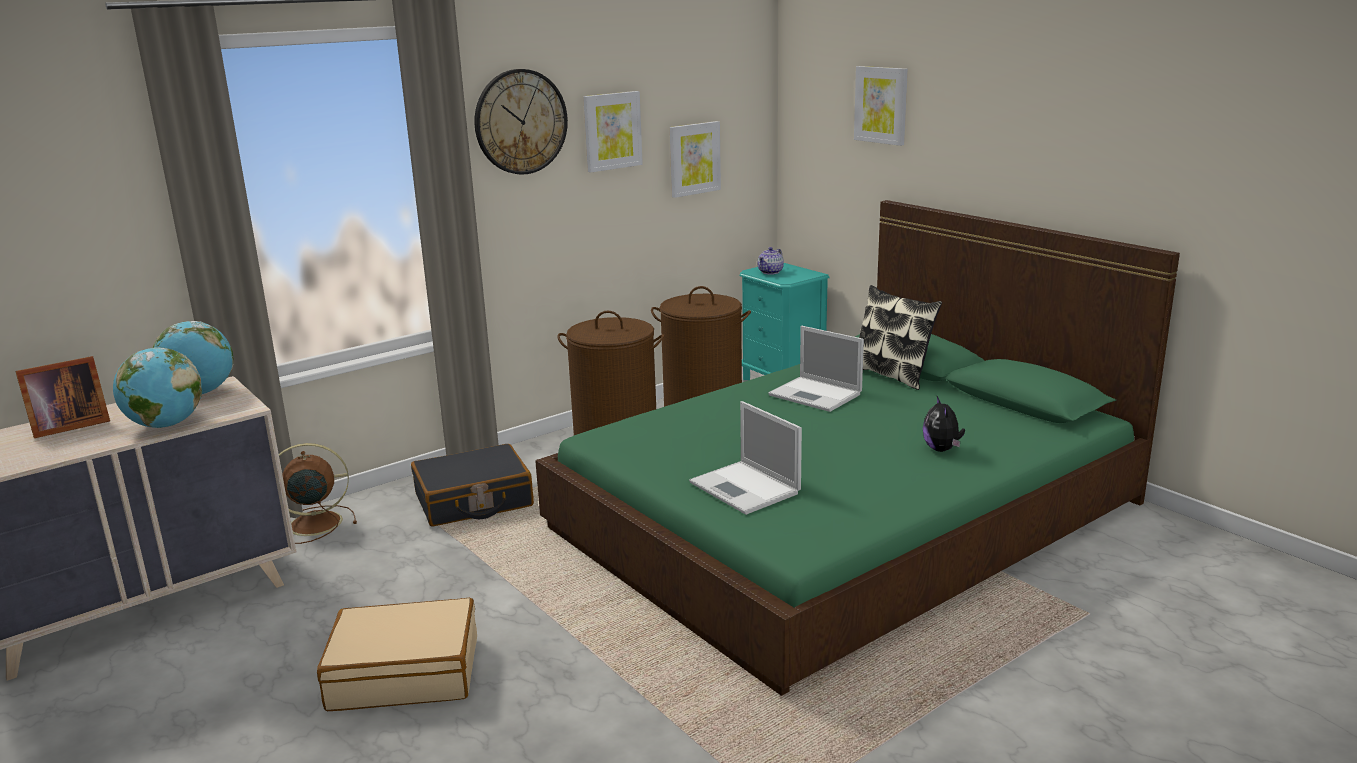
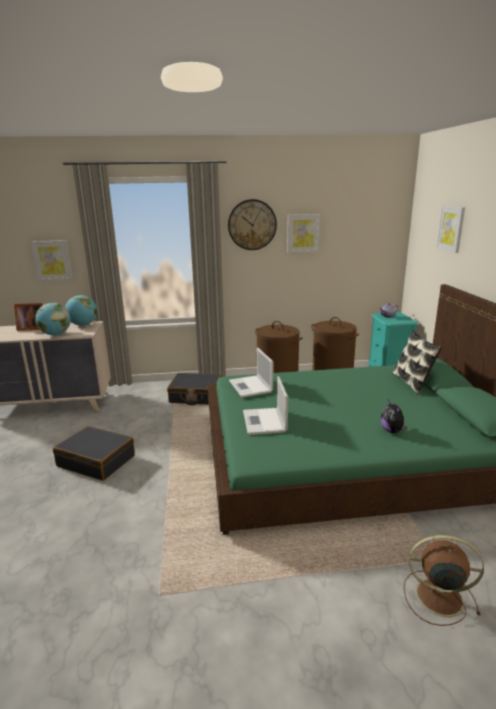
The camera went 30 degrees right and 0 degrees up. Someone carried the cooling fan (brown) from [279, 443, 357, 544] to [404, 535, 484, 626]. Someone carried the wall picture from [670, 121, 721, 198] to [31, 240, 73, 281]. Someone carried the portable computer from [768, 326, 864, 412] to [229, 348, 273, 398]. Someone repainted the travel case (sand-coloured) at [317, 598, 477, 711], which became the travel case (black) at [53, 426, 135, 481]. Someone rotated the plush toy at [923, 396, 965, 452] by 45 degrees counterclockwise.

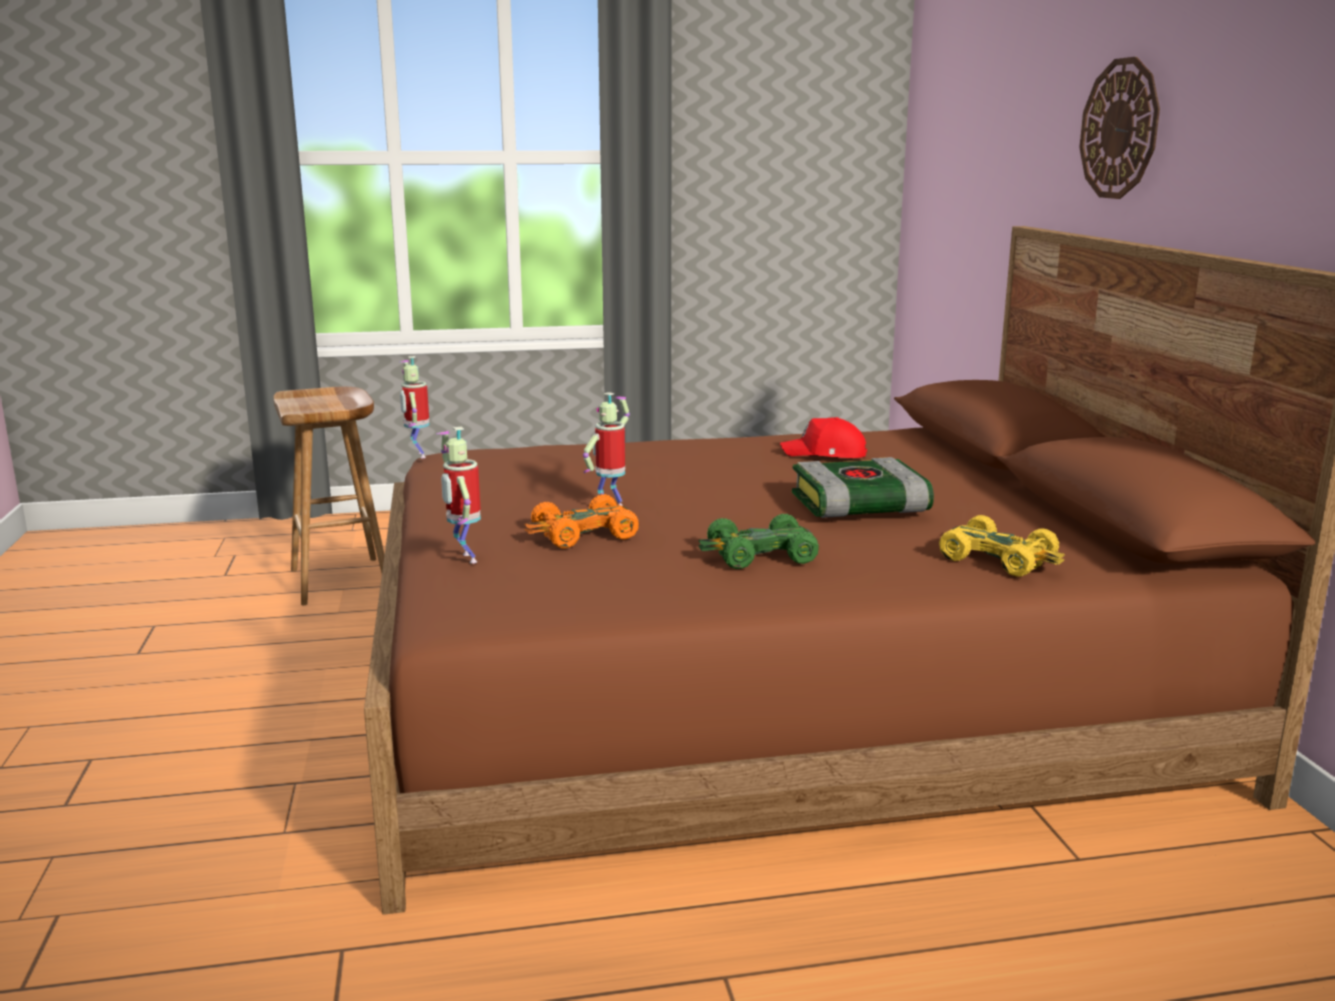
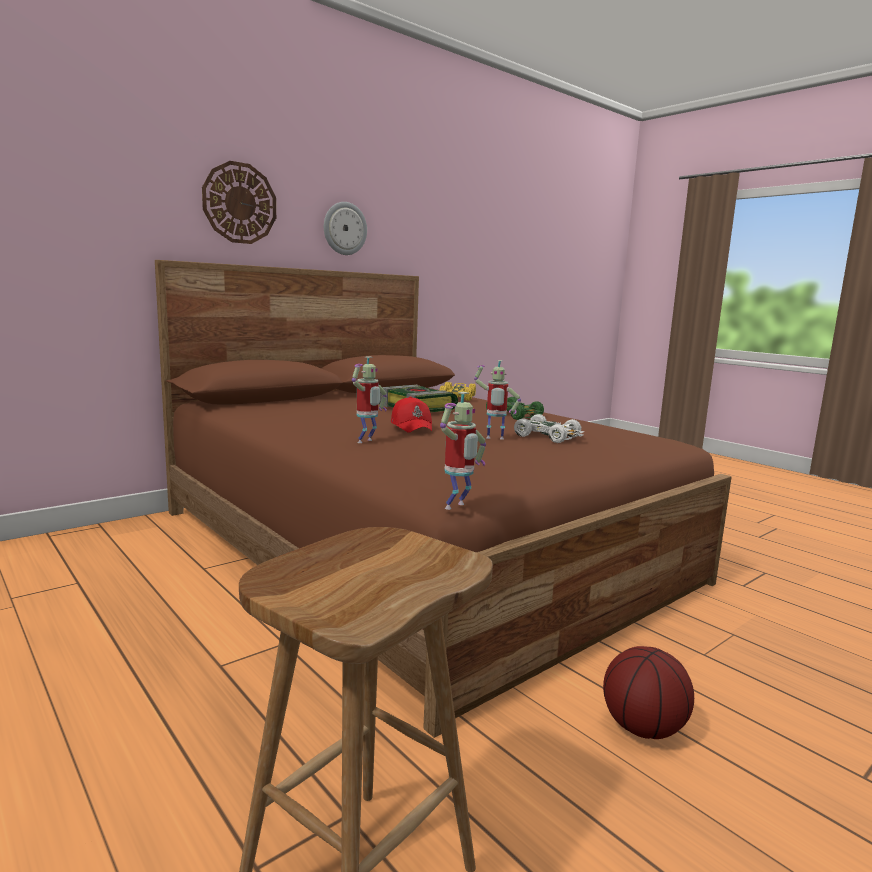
The camera went 120 degrees left and 5 degrees down. Someone put up the hanging clock at [324, 202, 367, 255]. Someone put down the basketball at [603, 646, 694, 739]. Someone carried the toy robot from [436, 427, 481, 564] to [352, 356, 387, 443]. Someone carried the peaked cap (red-coloured) from [780, 417, 867, 458] to [391, 397, 432, 432]. Someone repainted the toy car (orange-coloured) at [525, 494, 639, 548], which became the toy car (white-coloured) at [514, 414, 584, 443].

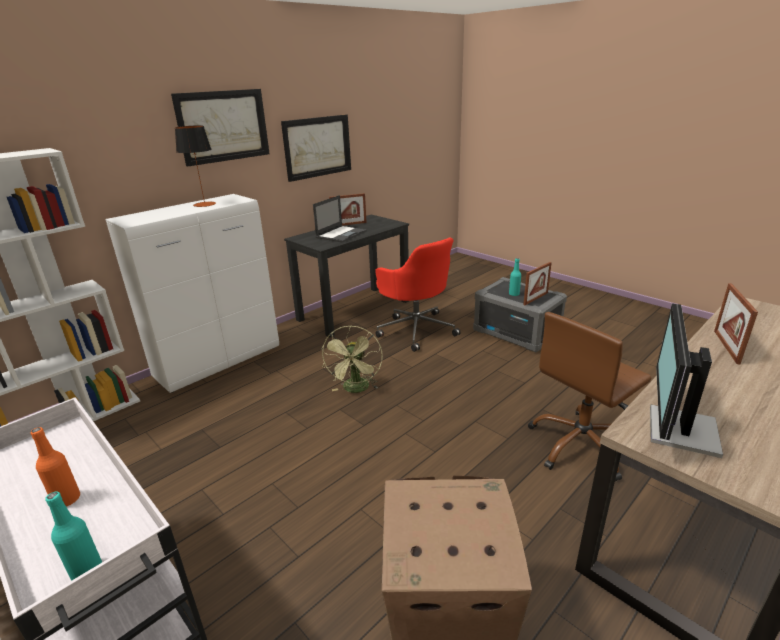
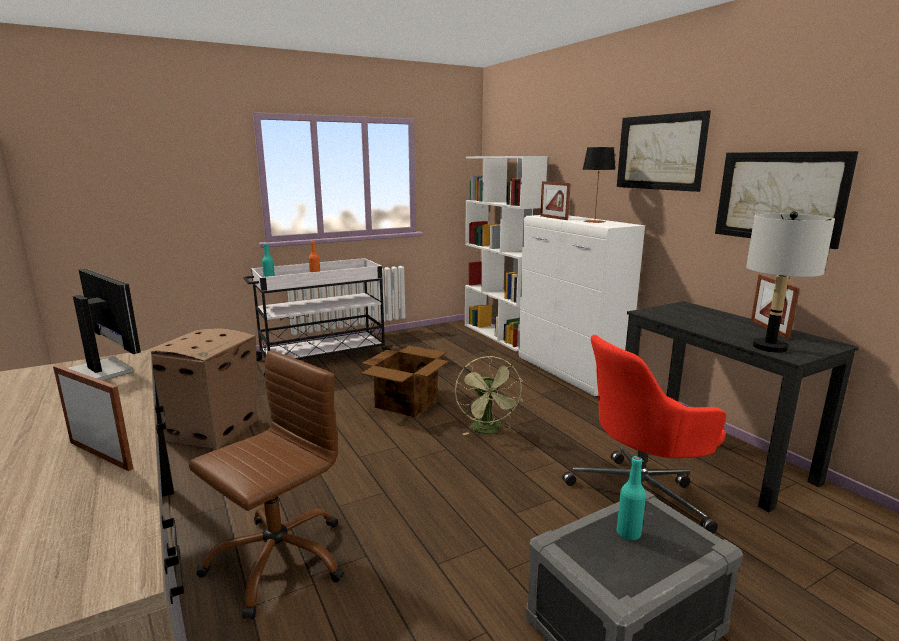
The camera went 105 degrees right and 10 degrees down. Someone took away the portable computer at [313, 195, 367, 243]. Someone put down the packing box at [361, 346, 449, 417]. Someone put down the tabletop lamp (grey) at [746, 211, 835, 353]. Someone carried the picture frame from [523, 262, 552, 305] to [540, 181, 571, 220]. Someone rotated the cooling fan (green) at [321, 325, 383, 393] by 120 degrees counterclockwise. Someone rotated the computer chair (brown) at [528, 312, 651, 481] by 60 degrees clockwise.

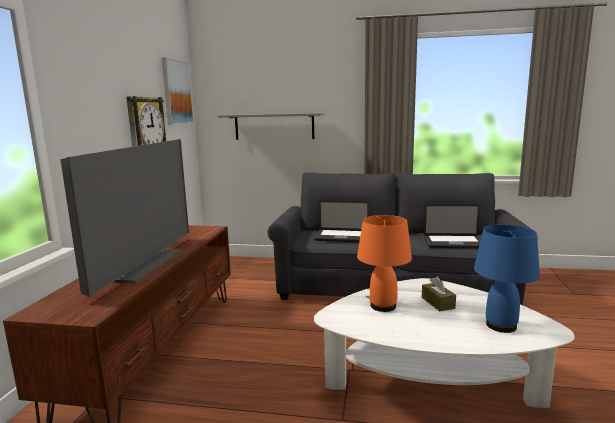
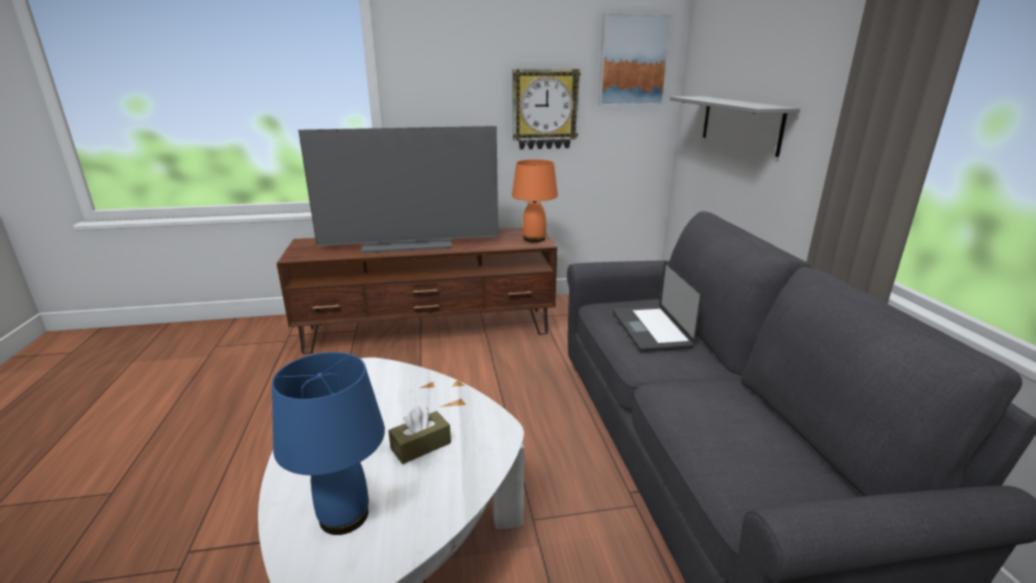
The camera went 70 degrees right and 10 degrees up. Someone took away the portable computer at [424, 205, 481, 248]. Someone carried the tabletop lamp (orange-coloured) from [357, 215, 412, 312] to [512, 159, 558, 243].

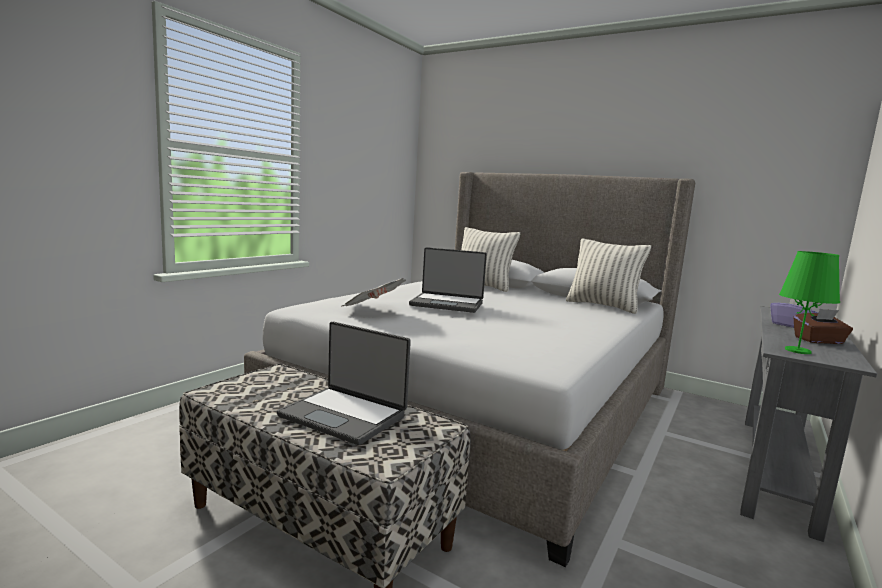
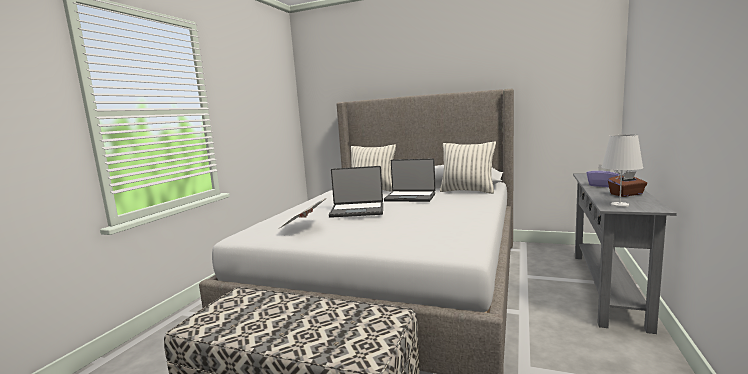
The camera went 10 degrees left and 0 degrees up. Someone carried the portable computer from [277, 321, 411, 445] to [384, 158, 436, 202]. Someone repainted the tabletop lamp (green) at [779, 251, 840, 354], which became the tabletop lamp (white-coloured) at [602, 134, 643, 207].

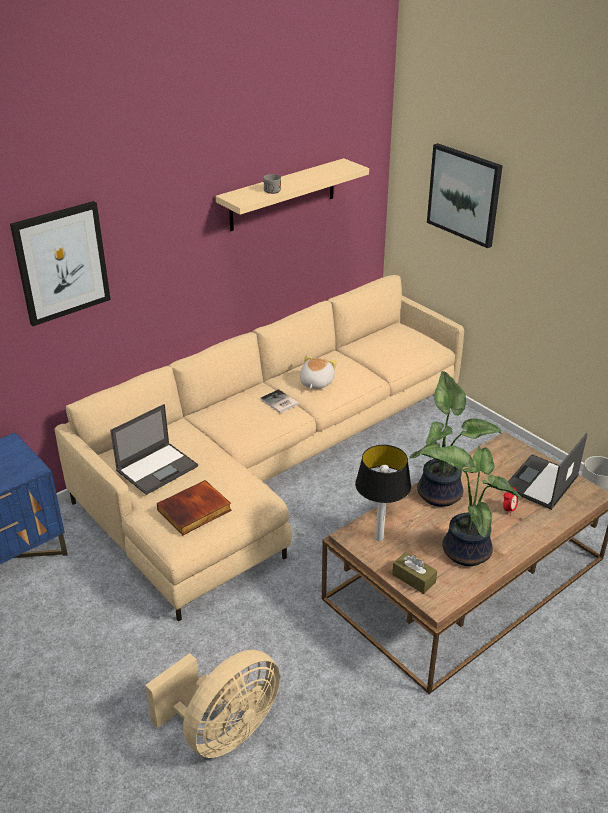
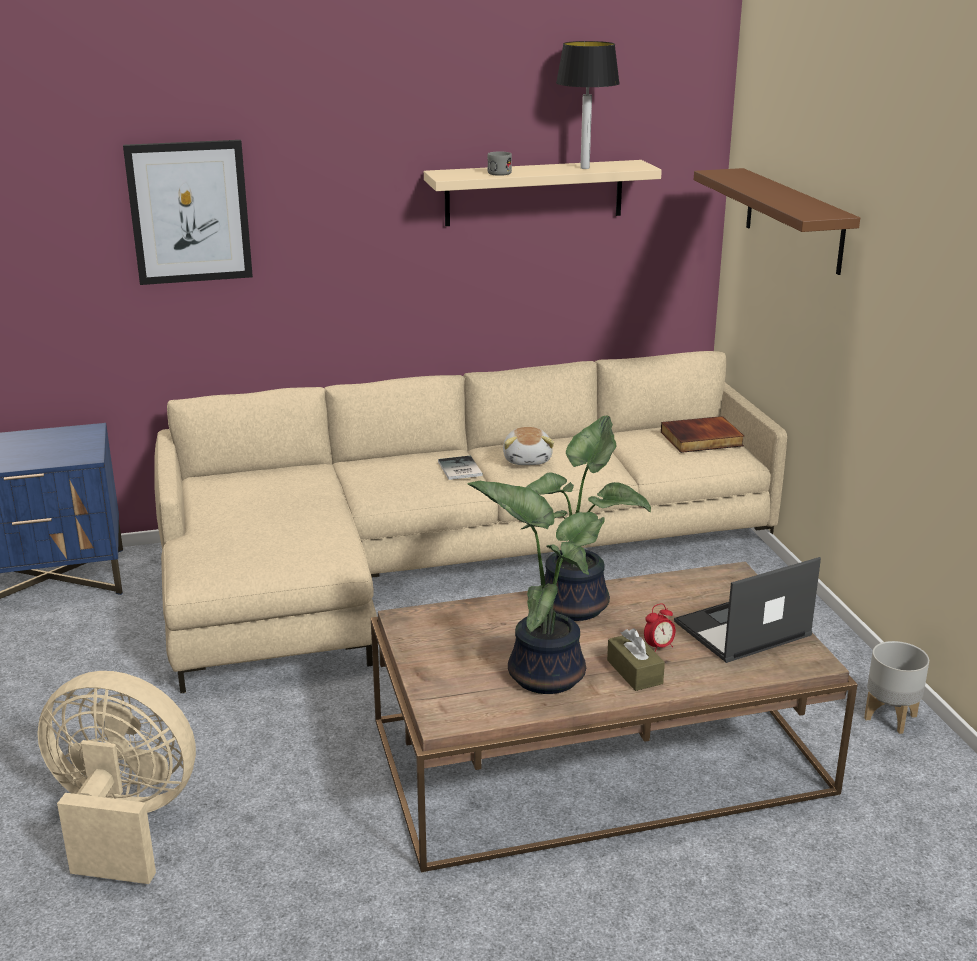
The camera went 25 degrees right and 10 degrees down. Someone took away the portable computer at [110, 404, 198, 495]. Someone carried the book from [157, 480, 232, 536] to [661, 416, 744, 453]. Someone carried the tabletop lamp from [355, 445, 411, 541] to [556, 41, 620, 169]. Someone carried the box of tissues (brown) from [392, 552, 437, 594] to [607, 628, 665, 691]. Someone swapped the wall picture at [427, 143, 503, 248] for the bracket shelf (brown) at [694, 168, 860, 275]. Someone rotated the cooling fan (sand-coloured) at [145, 650, 280, 758] by 150 degrees counterclockwise. Someone rotated the plush toy at [300, 355, 337, 389] by 135 degrees clockwise.

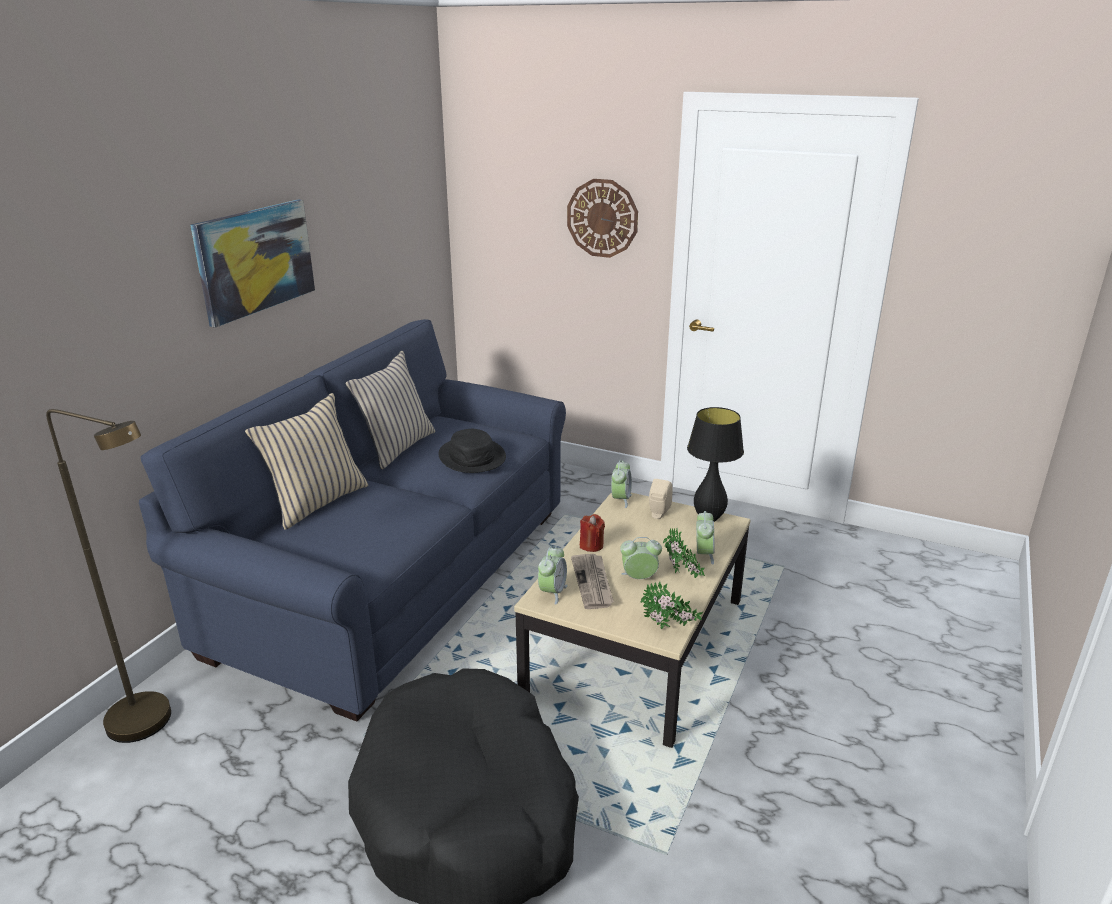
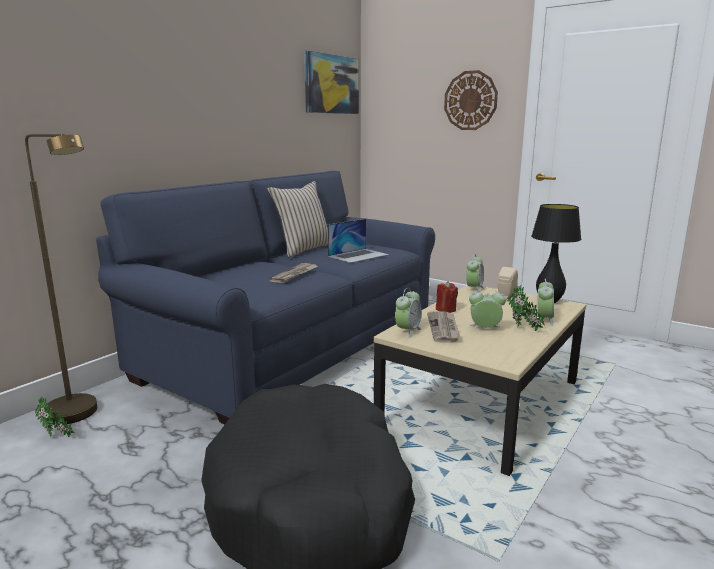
The camera went 10 degrees right and 10 degrees down. Someone took away the pillow (sand-coloured) at [245, 393, 368, 530]. Someone put down the daily paper at [269, 263, 318, 283]. Someone carried the wall picture from [190, 200, 315, 328] to [304, 51, 359, 114]. Someone carried the plant in a pot from [640, 582, 703, 629] to [35, 395, 75, 438]. Someone swapped the wearable hat (black) at [438, 429, 506, 473] for the portable computer at [328, 219, 389, 263].

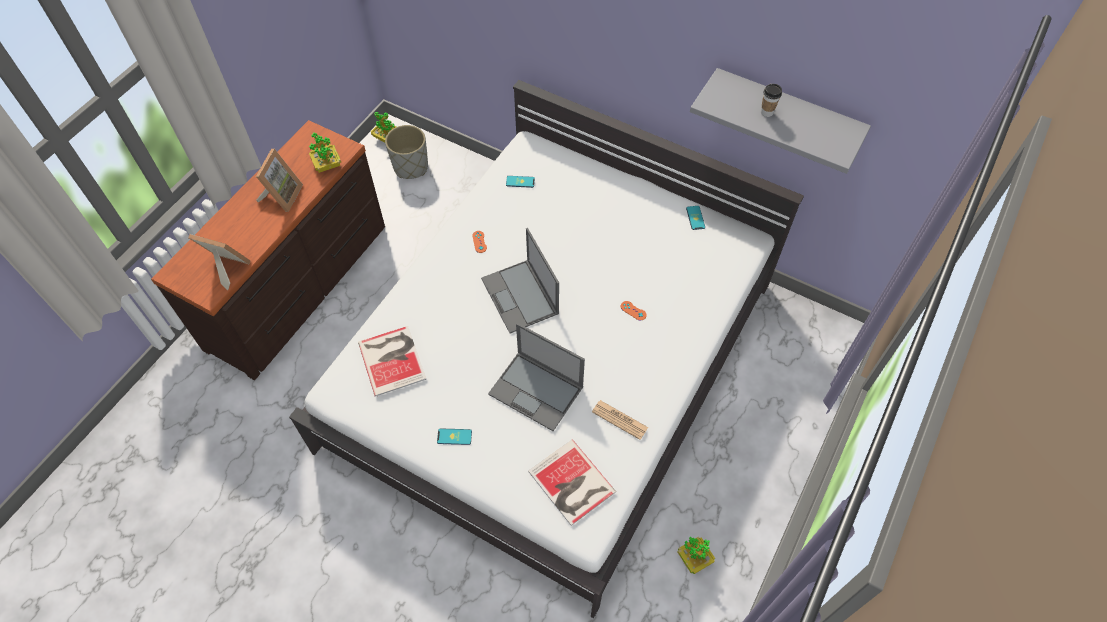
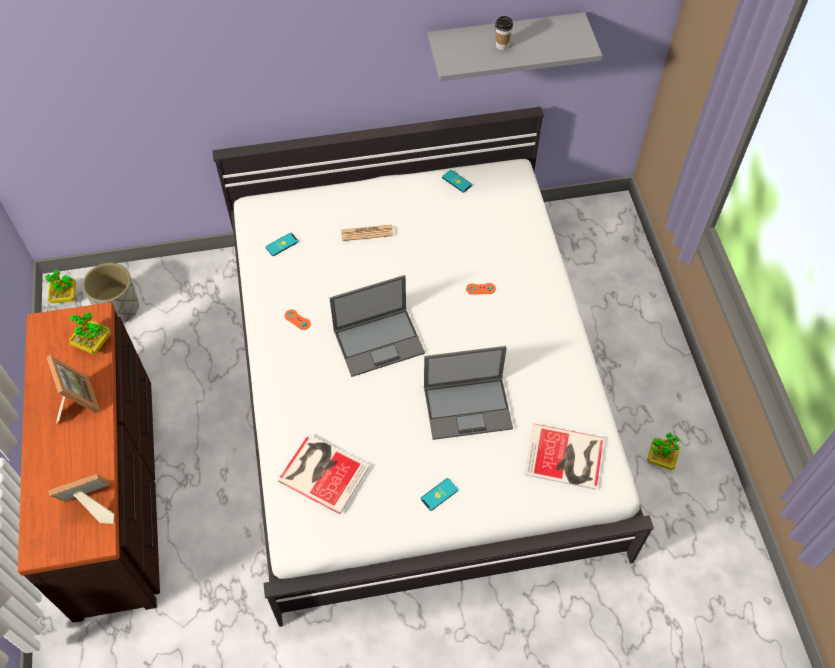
The camera went 40 degrees left and 0 degrees up. Someone carried the daily paper from [592, 400, 648, 440] to [341, 225, 393, 241]. Someone rotated the portable computer at [481, 228, 559, 333] by 45 degrees counterclockwise.

